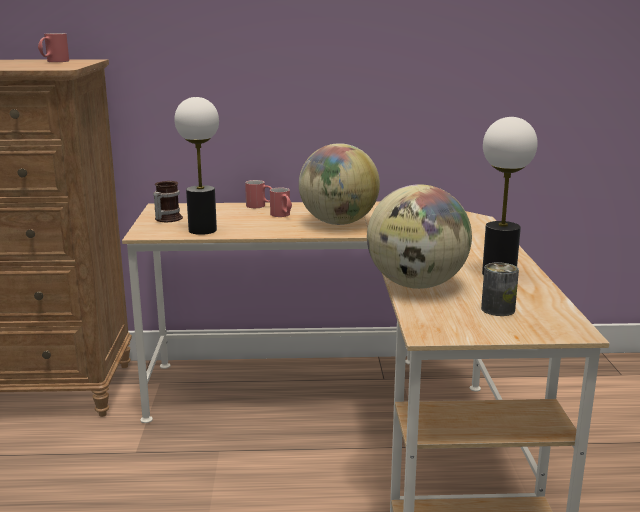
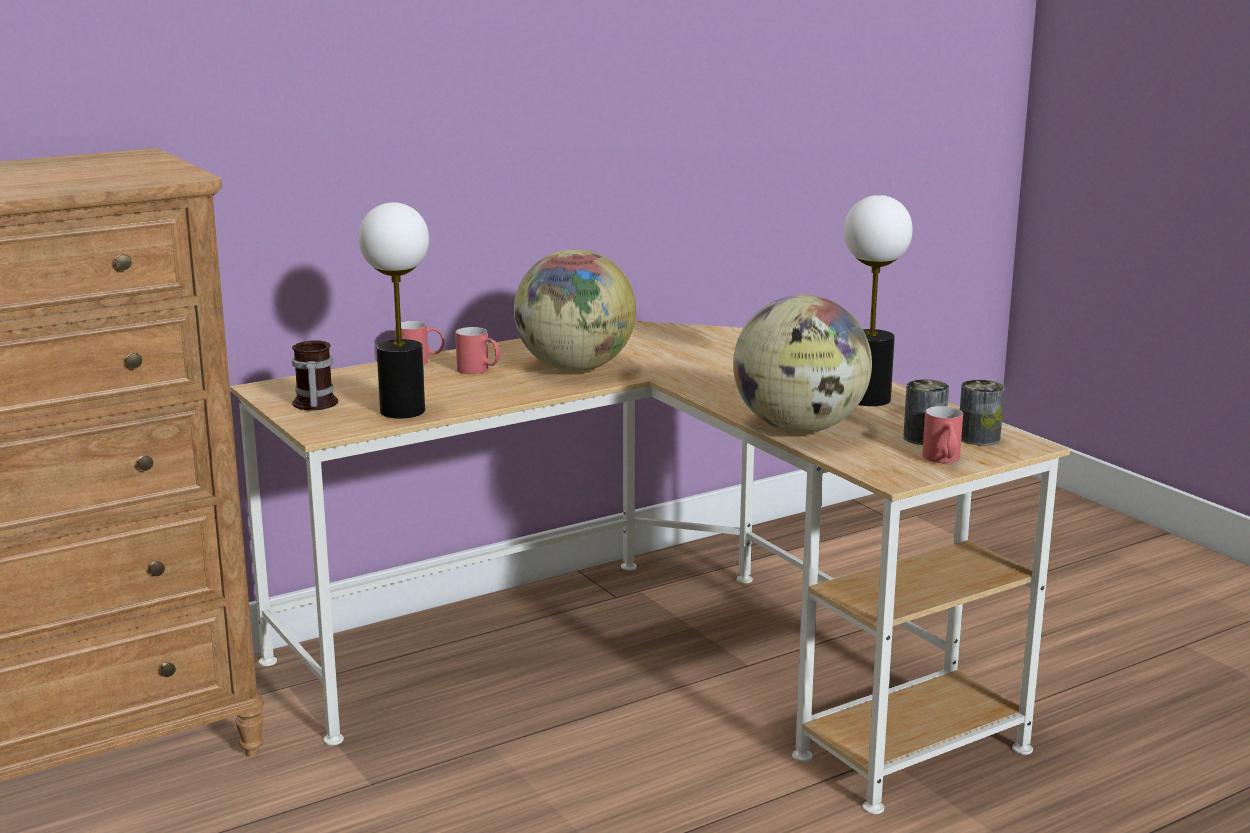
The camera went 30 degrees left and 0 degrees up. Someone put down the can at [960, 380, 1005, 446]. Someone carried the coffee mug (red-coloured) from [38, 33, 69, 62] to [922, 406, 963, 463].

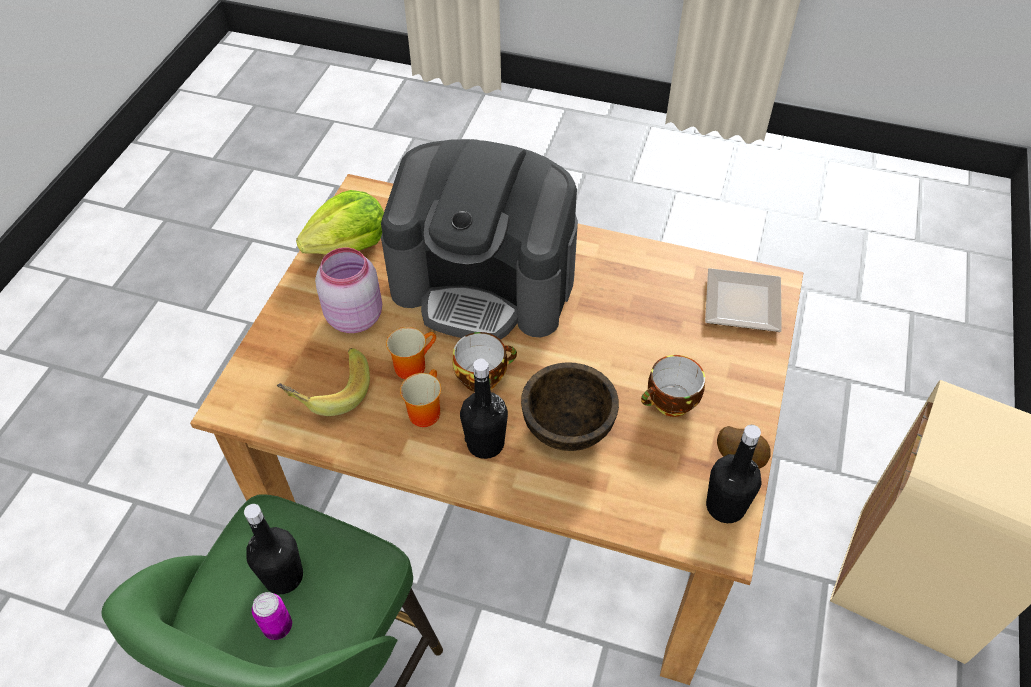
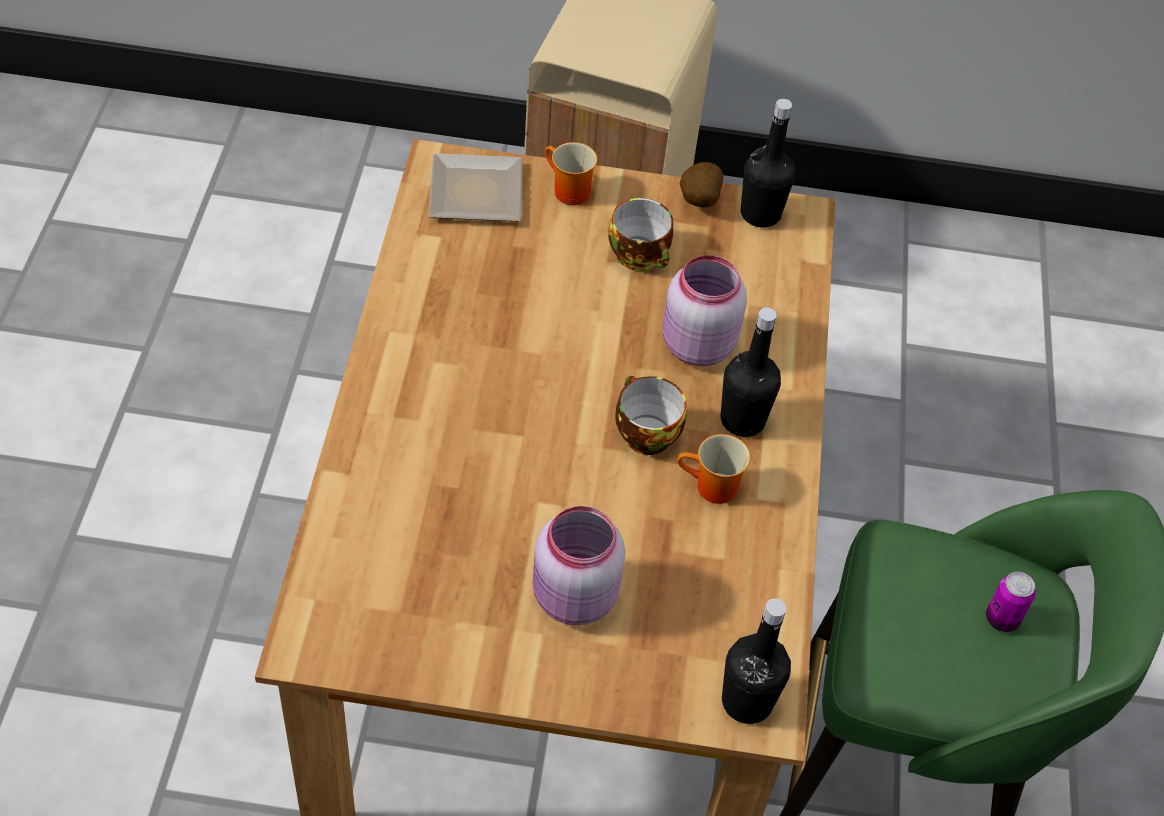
The camera went 105 degrees left and 0 degrees up. Someone took away the banana fruit at [277, 348, 370, 416]. Someone took away the lettuce head at [296, 190, 384, 254]. Someone took away the coffee brewer at [381, 139, 578, 340]. Someone carried the beverage bottle (black) from [244, 504, 303, 594] to [722, 598, 791, 724]. Someone carried the coffee mug from [386, 327, 436, 379] to [545, 142, 597, 205]. Someone swapped the deep dish (brown) at [521, 362, 619, 451] for the storage jar (pink) at [662, 255, 747, 366].

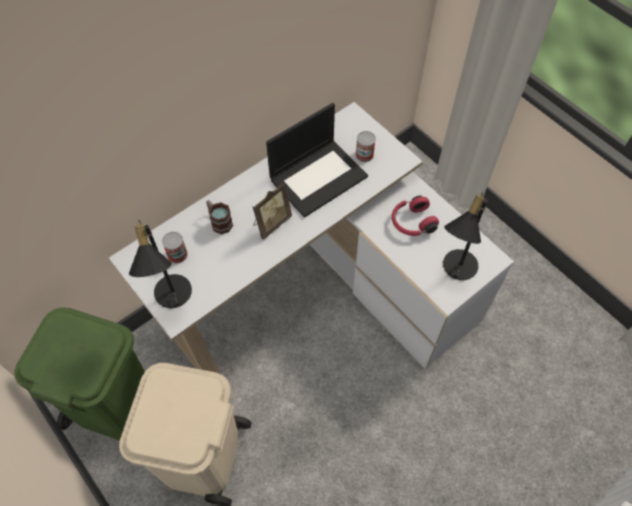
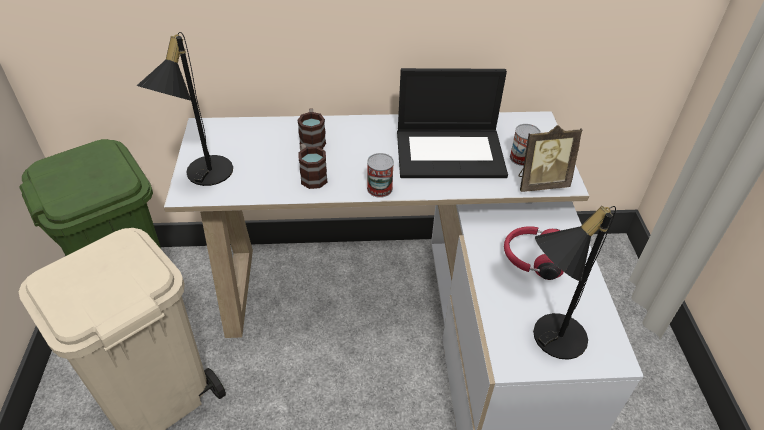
The camera went 35 degrees right and 15 degrees down. Someone put down the coffee mug at [298, 144, 328, 189]. Someone carried the can from [162, 232, 188, 264] to [367, 153, 394, 198]. Someone carried the picture frame from [252, 182, 292, 240] to [518, 125, 583, 192].

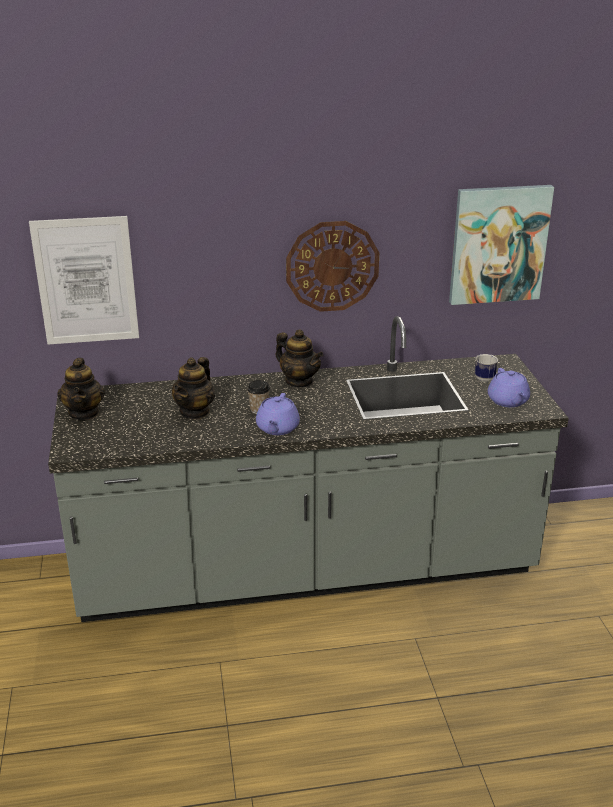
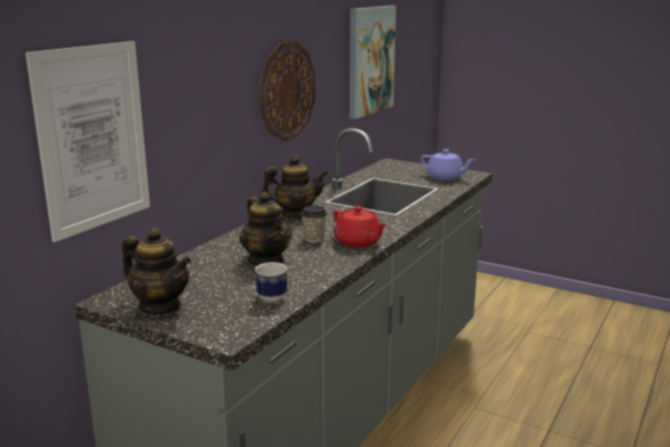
The camera went 50 degrees left and 10 degrees down. Someone carried the coffee mug from [475, 354, 498, 382] to [255, 262, 287, 303]. Someone repainted the pot for tea (purple) at [256, 393, 300, 435], which became the pot for tea (red-coloured) at [333, 206, 387, 248].

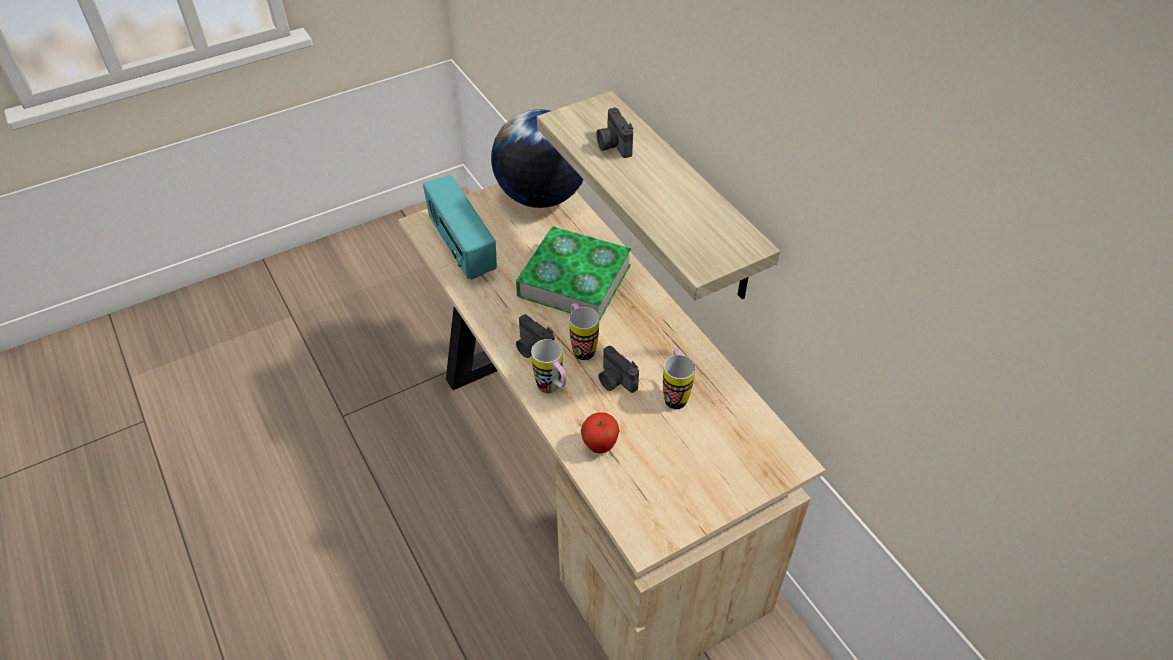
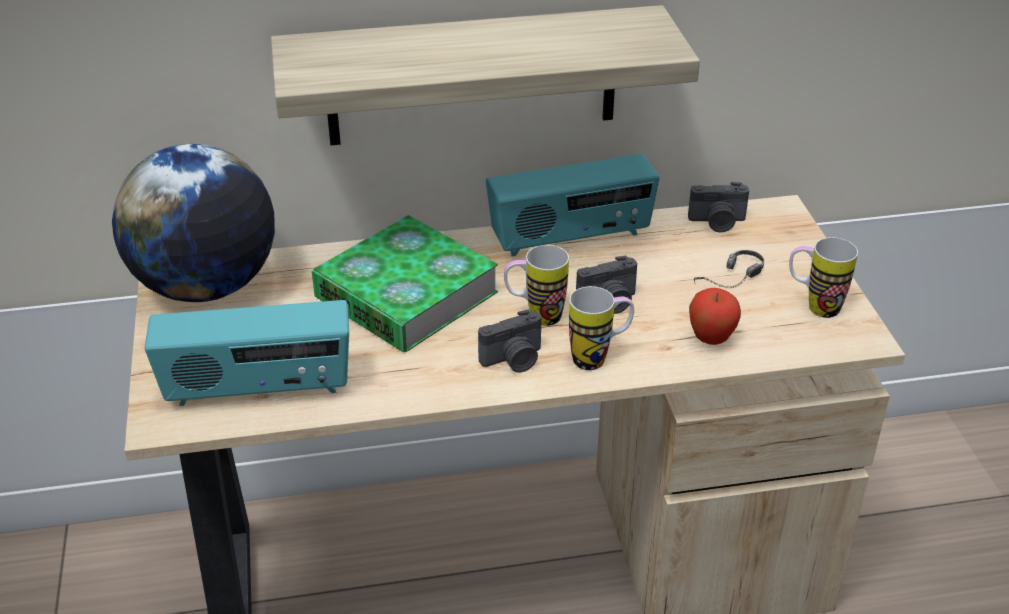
The camera went 70 degrees left and 10 degrees down. Someone put down the radio set at [486, 154, 660, 256]. Someone put down the headset at [694, 250, 764, 288]. Someone carried the still camera from [596, 108, 633, 158] to [688, 182, 749, 232]. Someone carried the coffee mug from [663, 349, 695, 409] to [789, 237, 858, 318].

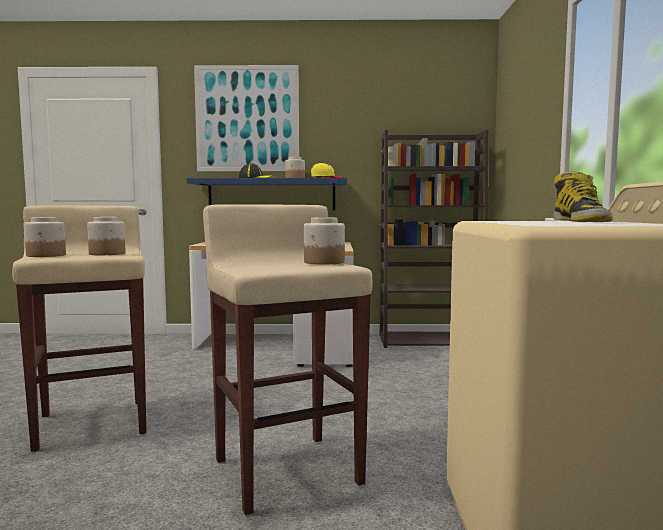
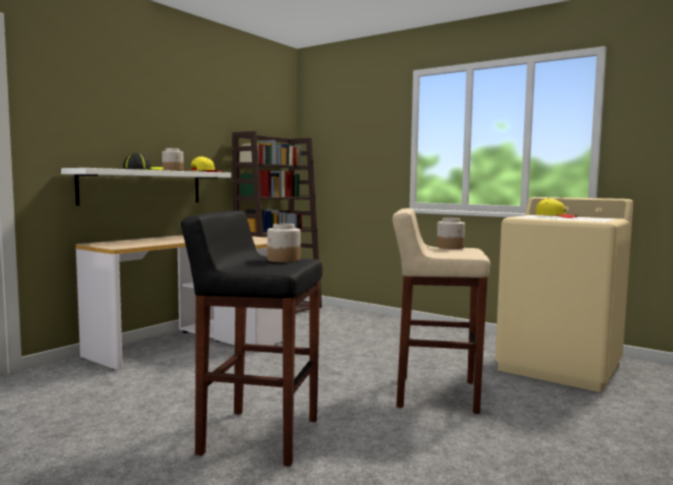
The camera went 55 degrees left and 0 degrees up. Someone took away the storage jar at [24, 217, 66, 257]. Someone took away the wall picture at [194, 65, 299, 171]. Someone swapped the tall boot at [553, 172, 612, 222] for the peaked cap (yellowish) at [536, 198, 577, 218]. Someone repainted the sitting stool (sand-coloured) at [12, 205, 146, 452], which became the sitting stool (black) at [181, 211, 323, 466]. Someone repainted the bracket shelf (blue) at [187, 178, 347, 211], which became the bracket shelf (white-coloured) at [61, 168, 231, 205].

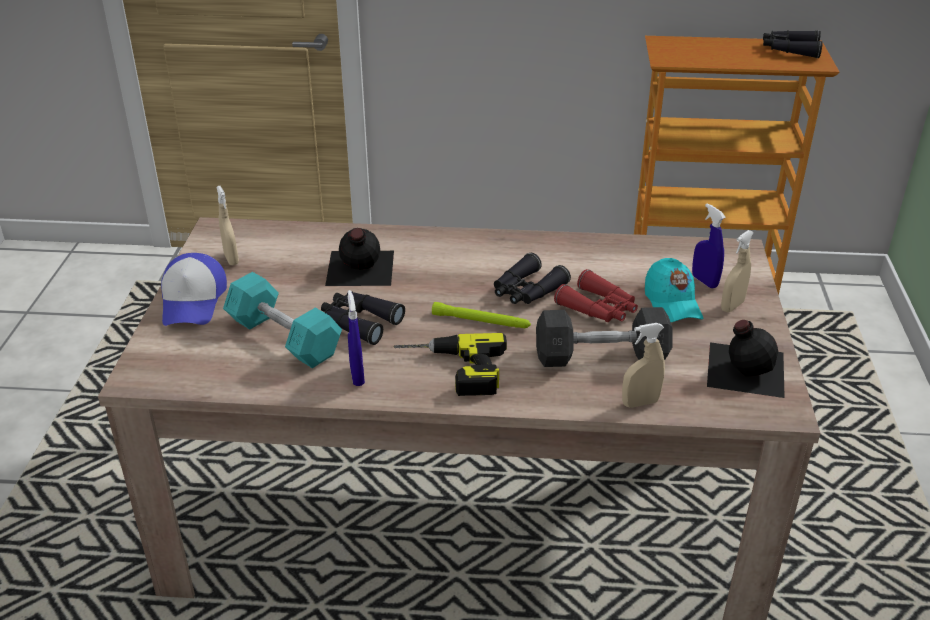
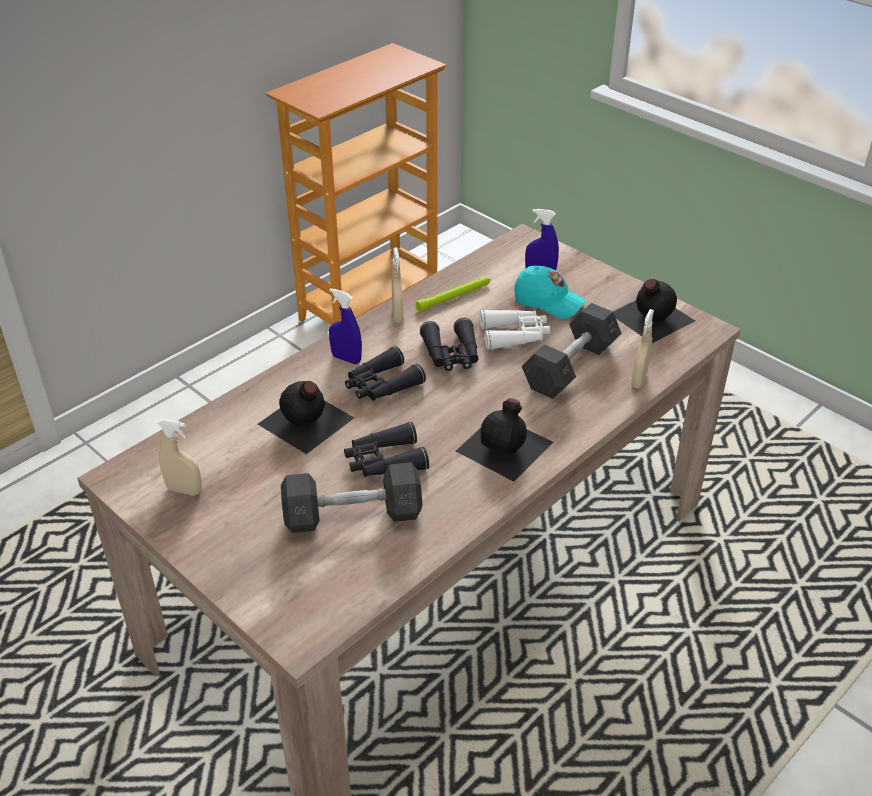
The camera went 50 degrees left and 5 degrees up. Someone took away the peaked cap at [161, 253, 227, 326]. Someone carried the sprayer (blue) from [348, 290, 365, 386] to [329, 288, 362, 364]. Someone carried the torch (green) from [432, 302, 531, 328] to [415, 277, 491, 312]. Someone carried the sprayer (sand-coloured) from [721, 230, 754, 312] to [392, 247, 404, 323]. Someone carried the pair of binoculars (black) from [763, 30, 823, 58] to [345, 346, 426, 401]. Someone swapped the electric drill at [394, 333, 507, 396] for the beverage bottle (black) at [456, 398, 553, 481]. Someone repainted the hand weight (blue-green) at [223, 272, 342, 368], which became the hand weight (grey) at [281, 462, 423, 533]. Someone repainted the pair of binoculars (red-coloured) at [554, 269, 638, 322], which became the pair of binoculars (white-coloured) at [480, 310, 550, 350].

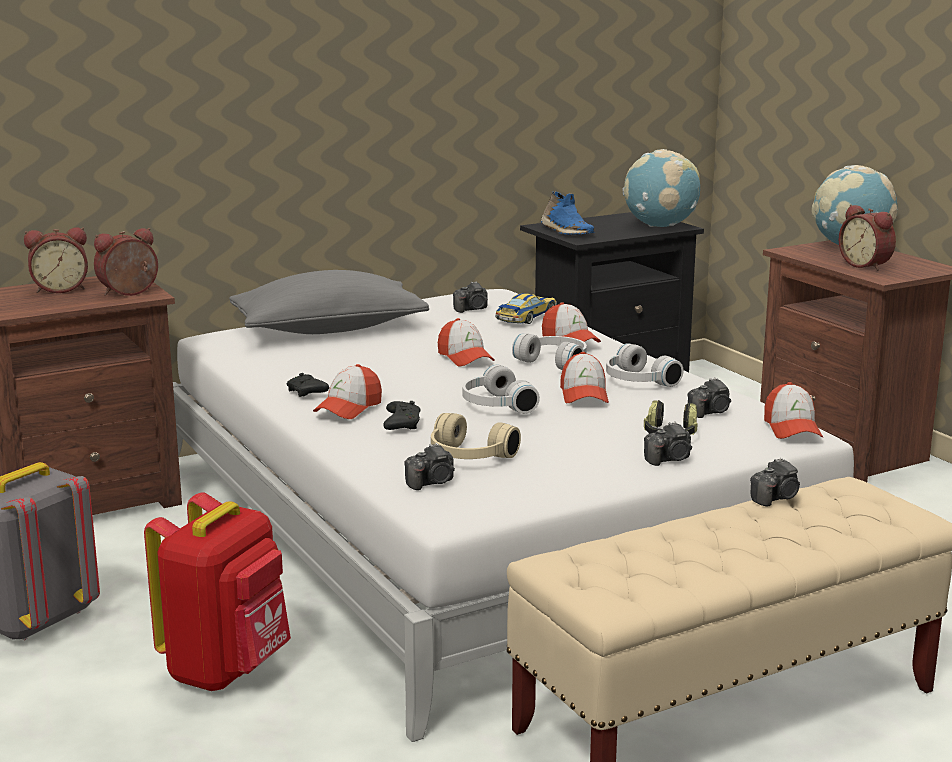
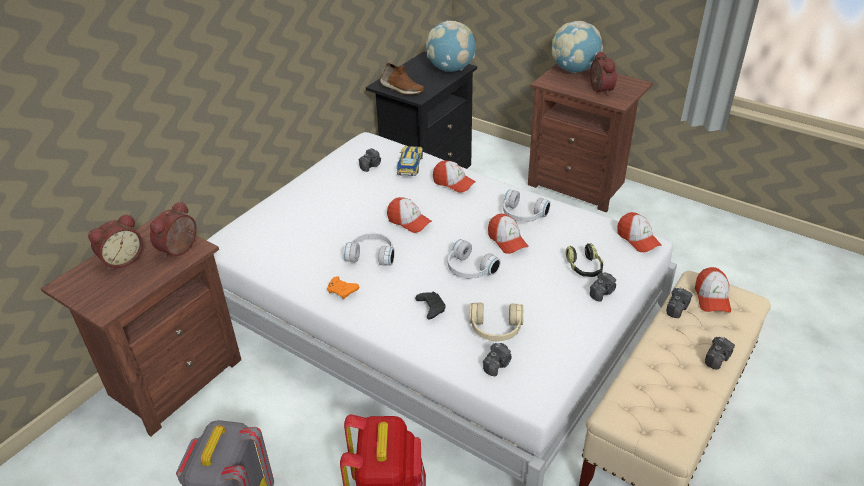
The camera went 25 degrees left and 20 degrees up. Someone took away the pillow (grey) at [229, 270, 429, 334]. Someone carried the peaked cap from [313, 364, 382, 419] to [695, 267, 731, 313]. Someone carried the headset (white-coloured) from [512, 334, 587, 370] to [343, 233, 395, 266]. Someone carried the still camera from [688, 378, 731, 418] to [705, 337, 735, 370]. Someone repainted the gamepad (black) at [286, 373, 329, 397], which became the gamepad (orange-coloured) at [327, 276, 359, 299]. Someone repainted the low shoe (blue) at [541, 191, 594, 236], which became the low shoe (brown) at [380, 62, 424, 95]. Someone rotated the bedside clock at [839, 205, 896, 271] by 135 degrees counterclockwise.

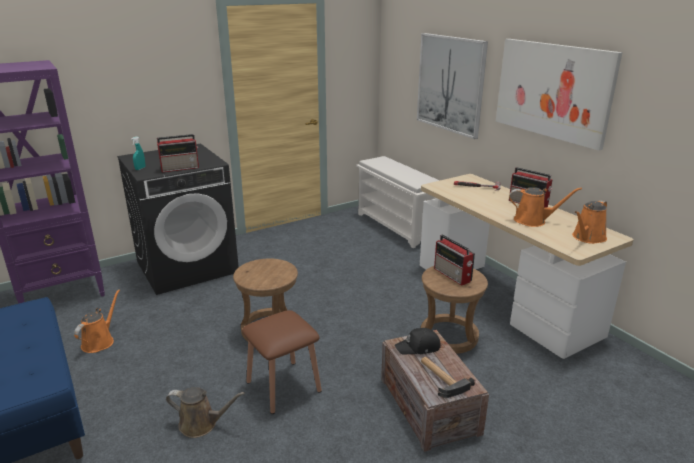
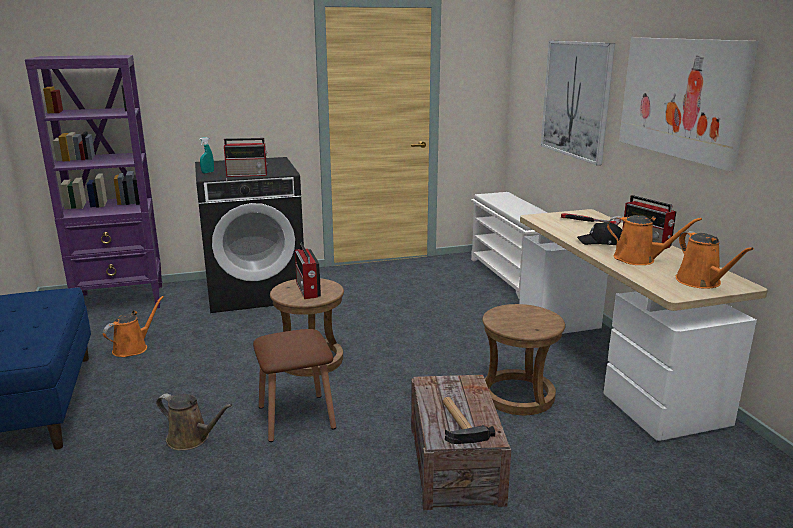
The camera went 15 degrees right and 5 degrees down. Someone carried the peaked cap (black) from [395, 328, 441, 355] to [577, 222, 622, 245]. Someone carried the radio set from [434, 234, 475, 286] to [295, 243, 321, 299]. Someone rotated the watering pot (orange-coloured) at [572, 200, 607, 244] by 75 degrees counterclockwise.

